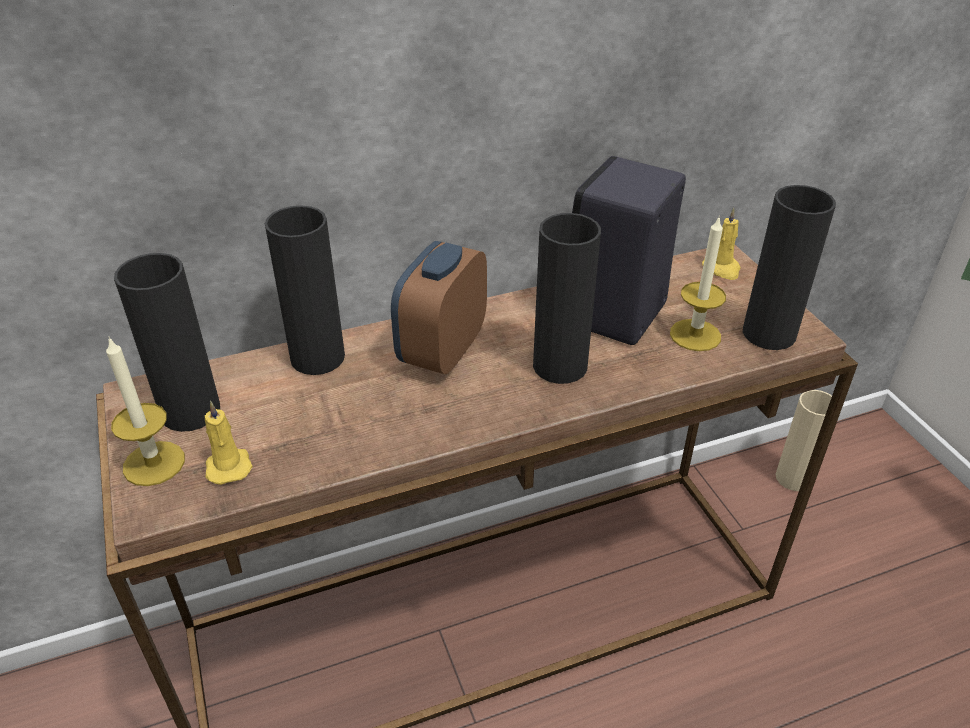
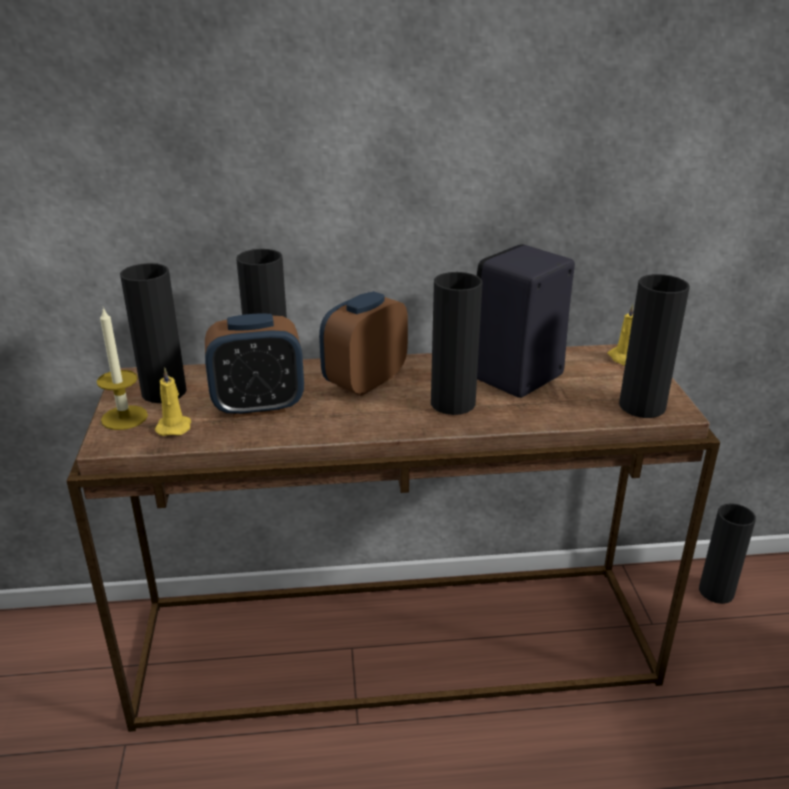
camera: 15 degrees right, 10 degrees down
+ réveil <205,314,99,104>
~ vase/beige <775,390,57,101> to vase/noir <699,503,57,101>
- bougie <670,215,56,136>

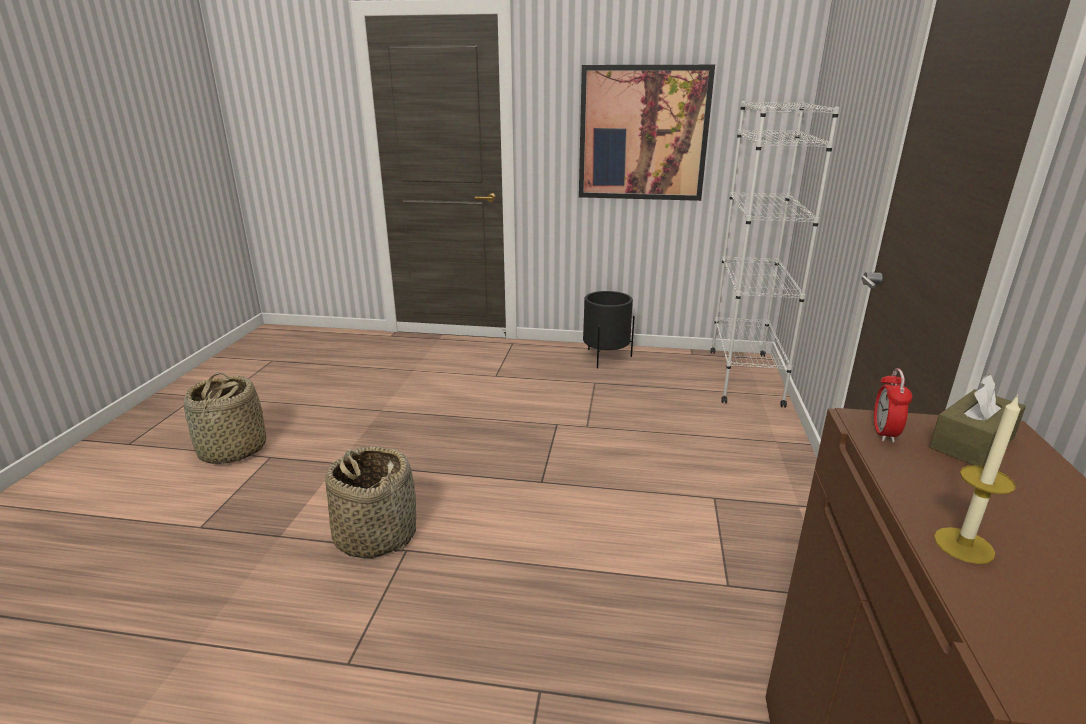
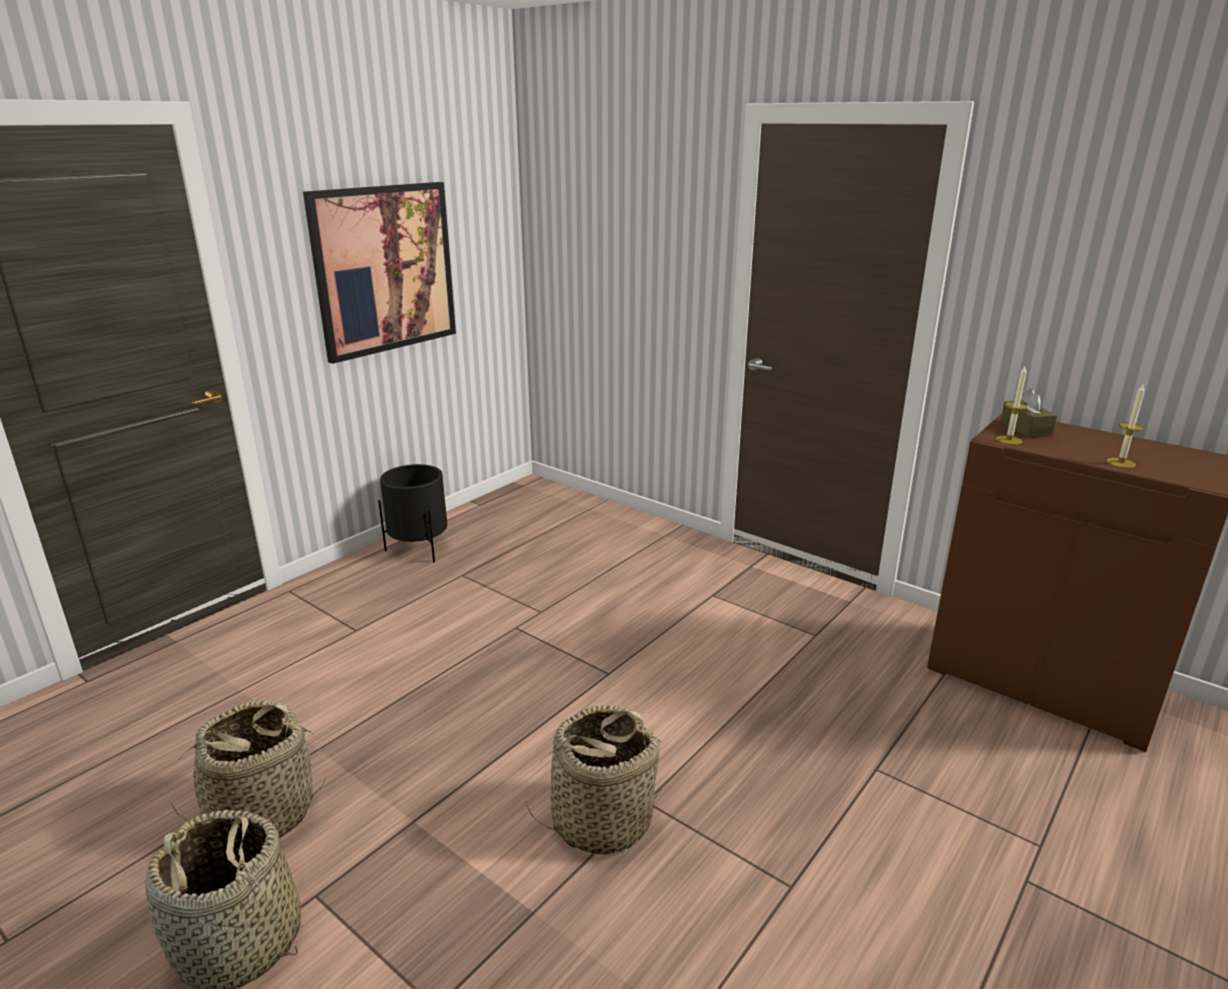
camera: 60 degrees left, 0 degrees up
+ panier <167,701,159,136>
~ réveil <874,368,38,75> to bougie <996,366,32,79>
- bibliothèque/blanc <711,101,129,307>

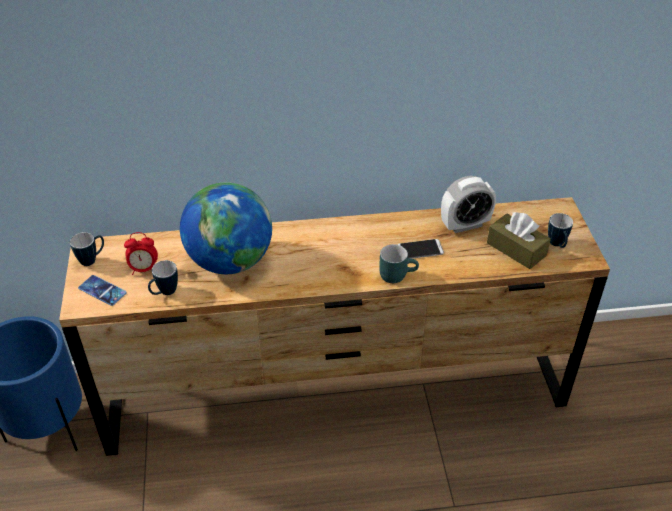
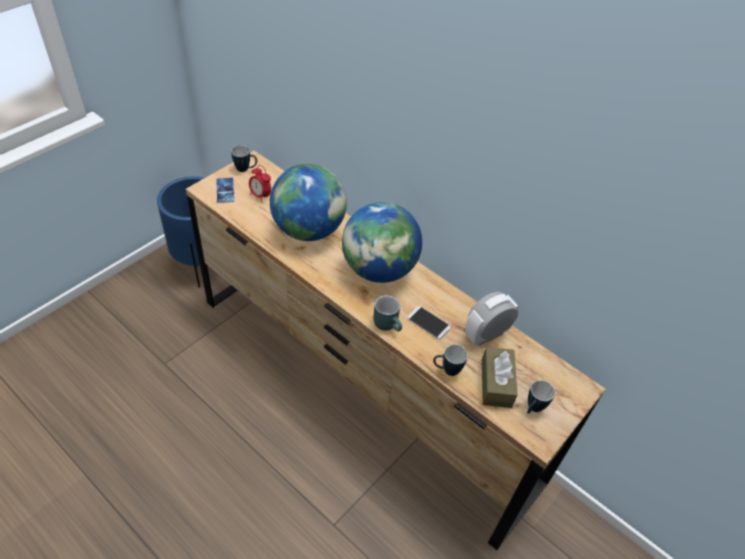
camera: 45 degrees right, 5 degrees up
+ globe <342,202,80,81>
~ mug <148,260,30,35> to <433,345,35,31>
~ réveil <441,176,55,57> = <465,292,54,54> 120 degrees clockwise

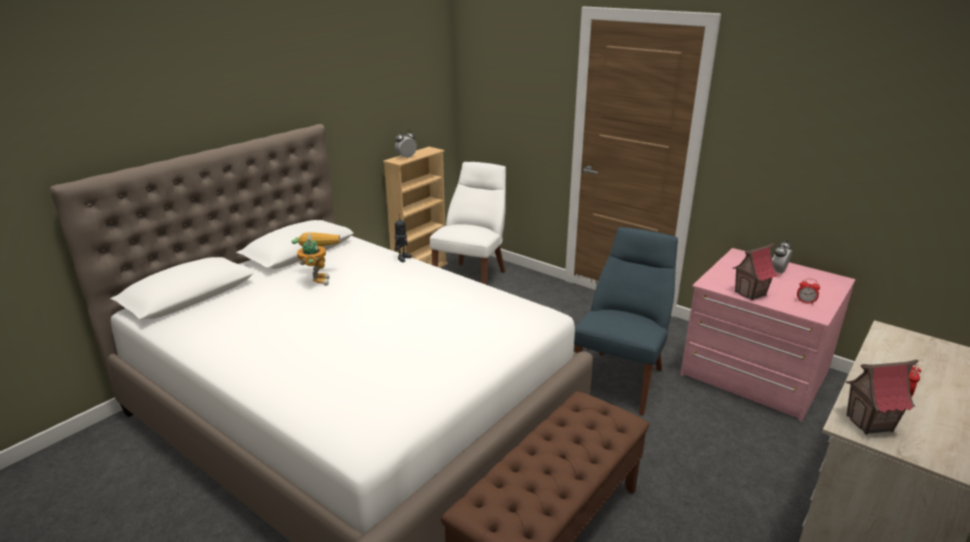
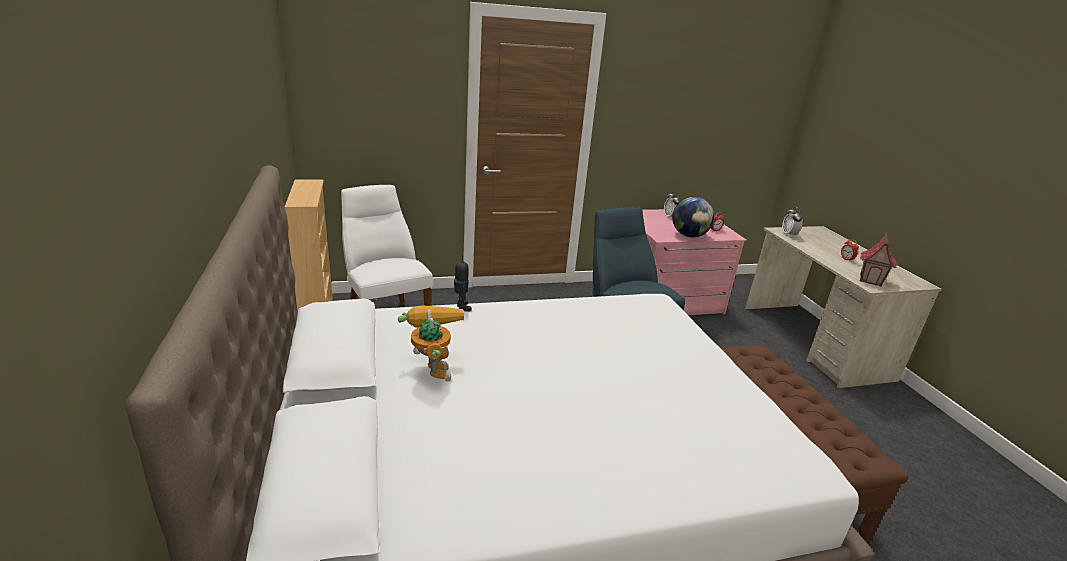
camera: 55 degrees left, 0 degrees up
~ robot jouet <292,232,48,54> = <398,305,66,77> 45 degrees clockwise
~ maison miniature <733,243,45,58> to globe <672,197,42,40>
~ réveil <395,130,22,28> to <782,207,21,30>

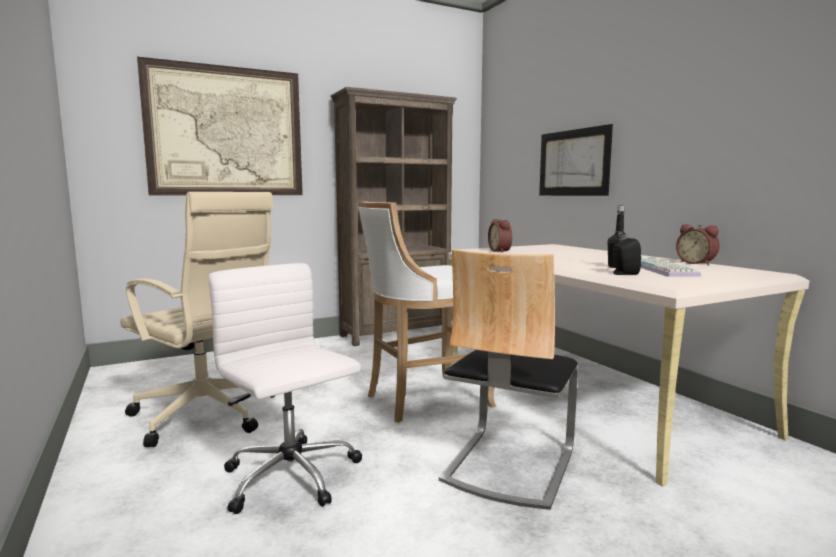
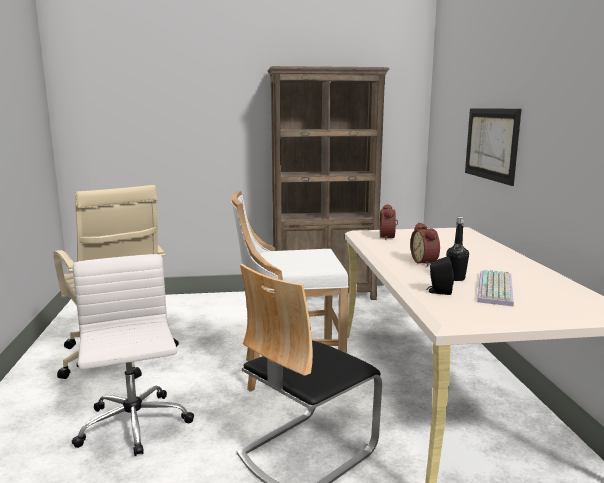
camera: 20 degrees right, 5 degrees up
~ réveil <676,224,44,41> to <410,223,30,44>
- tableau <137,57,166,139>

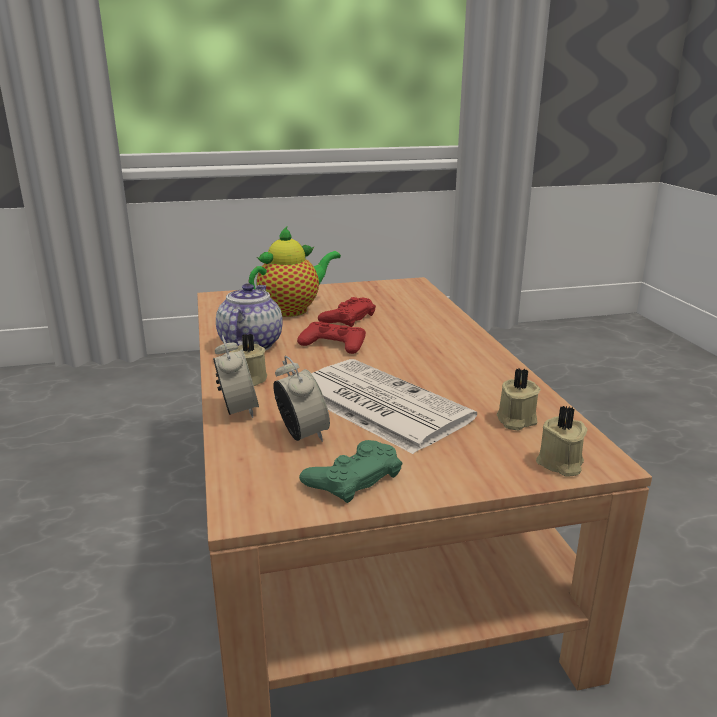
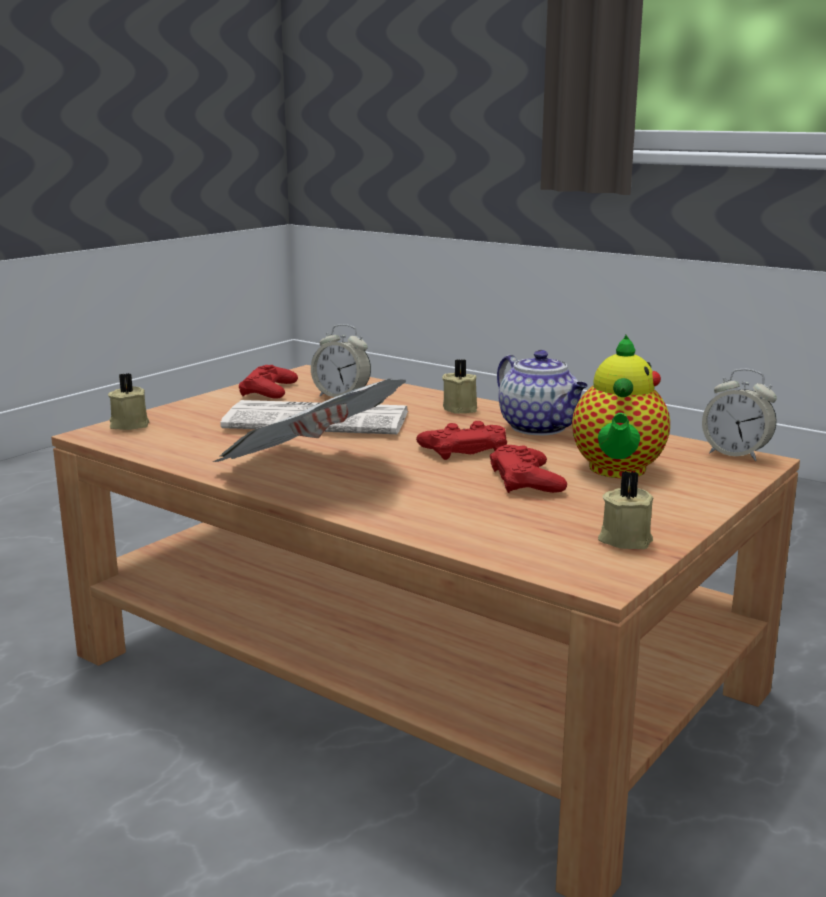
camera: 140 degrees right, 5 degrees down
+ journal <213,378,193,84>
~ manette/vert <299,440,103,63> to manette/rouge <239,365,59,33>
~ bougie/beige <497,369,44,62> to <598,471,55,78>
~ réveil <213,335,46,83> to <702,369,75,92>

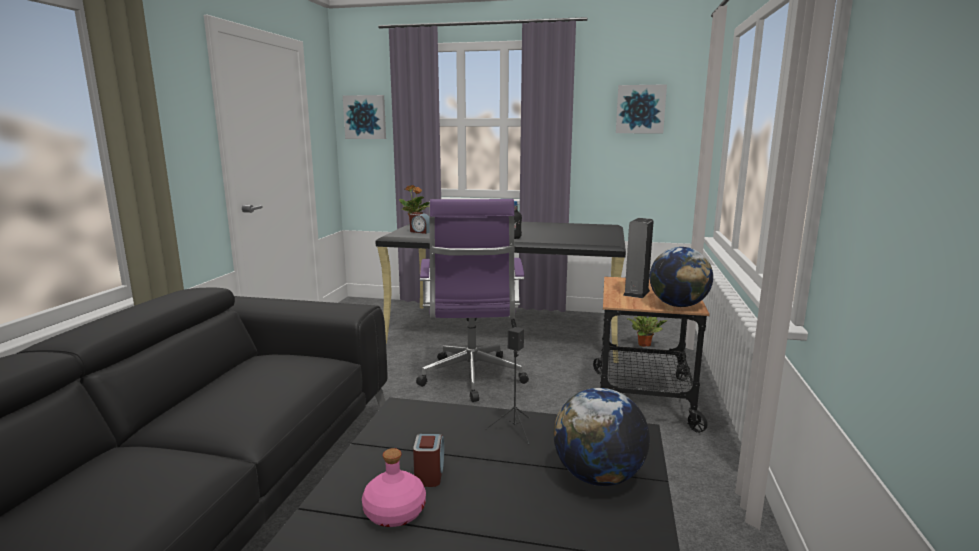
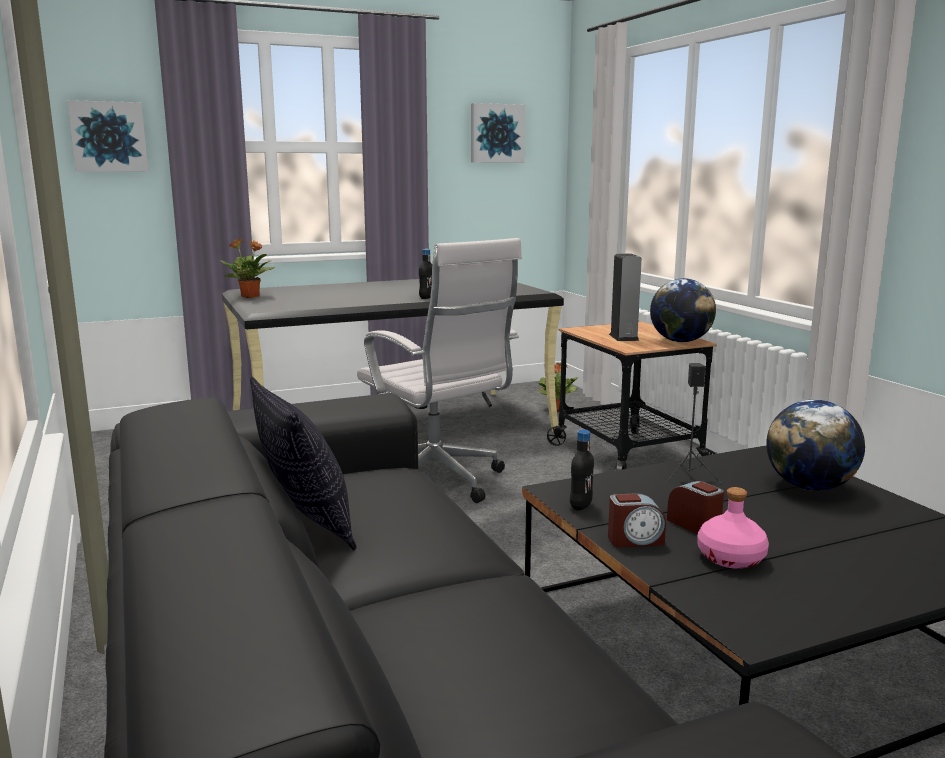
camera: 35 degrees left, 0 degrees up
+ coussin <250,377,107,173>
~ chaise de bureau/violet <416,199,113,203> to chaise de bureau/blanc <357,238,165,265>
+ bouteille/noir <570,430,24,81>
~ réveil <410,212,20,22> to <608,493,58,54>

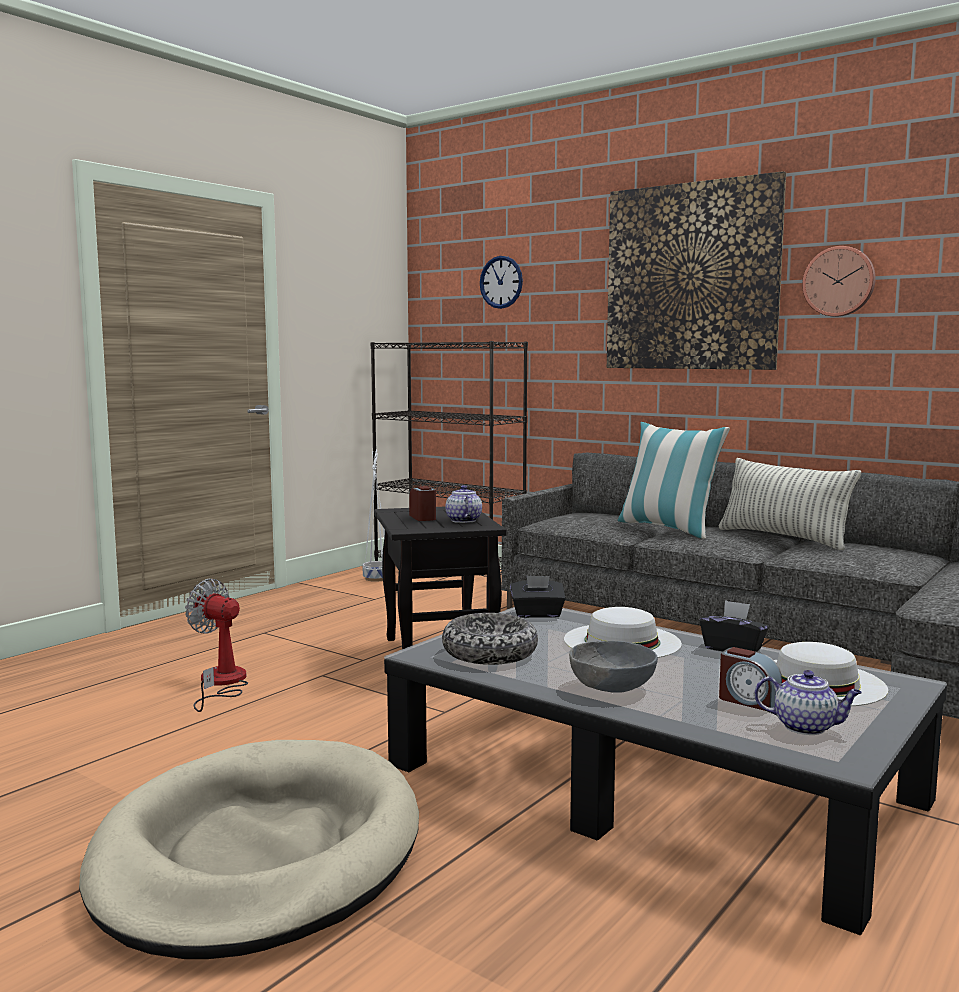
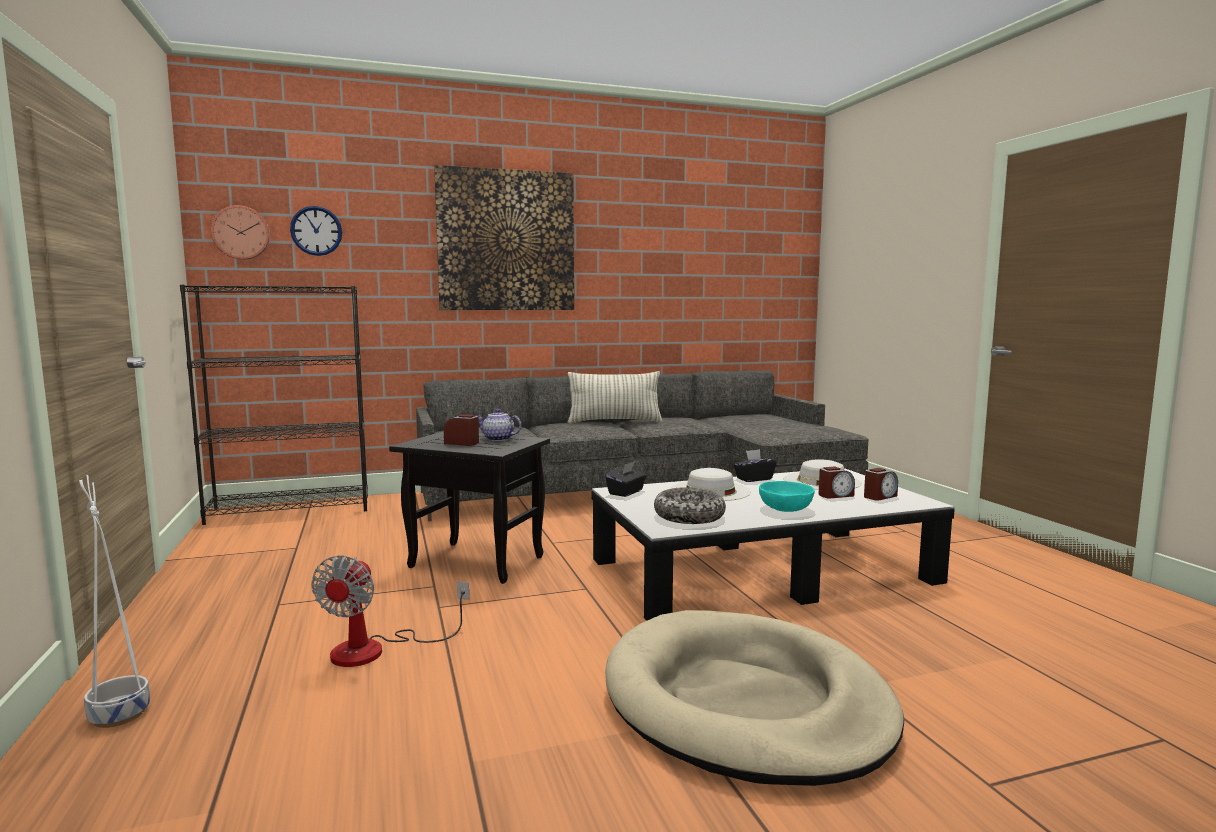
camera: 55 degrees left, 0 degrees up
~ cache-pot/blanc <363,449,22,133> to <79,475,71,253>
~ horloge murale <802,246,74,71> to <211,205,59,55>
~ ventilateur <185,579,63,133> = <311,555,158,112> 60 degrees counterclockwise
~ bol/gris <569,641,89,52> to bol/turquoise <759,481,56,31>
~ théière <754,670,108,65> to réveil <864,468,34,33>
- coussin <618,422,112,117>

